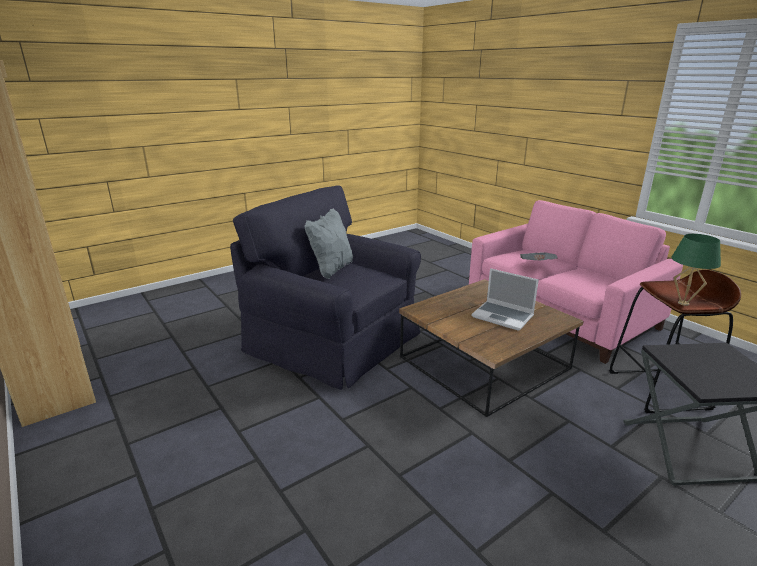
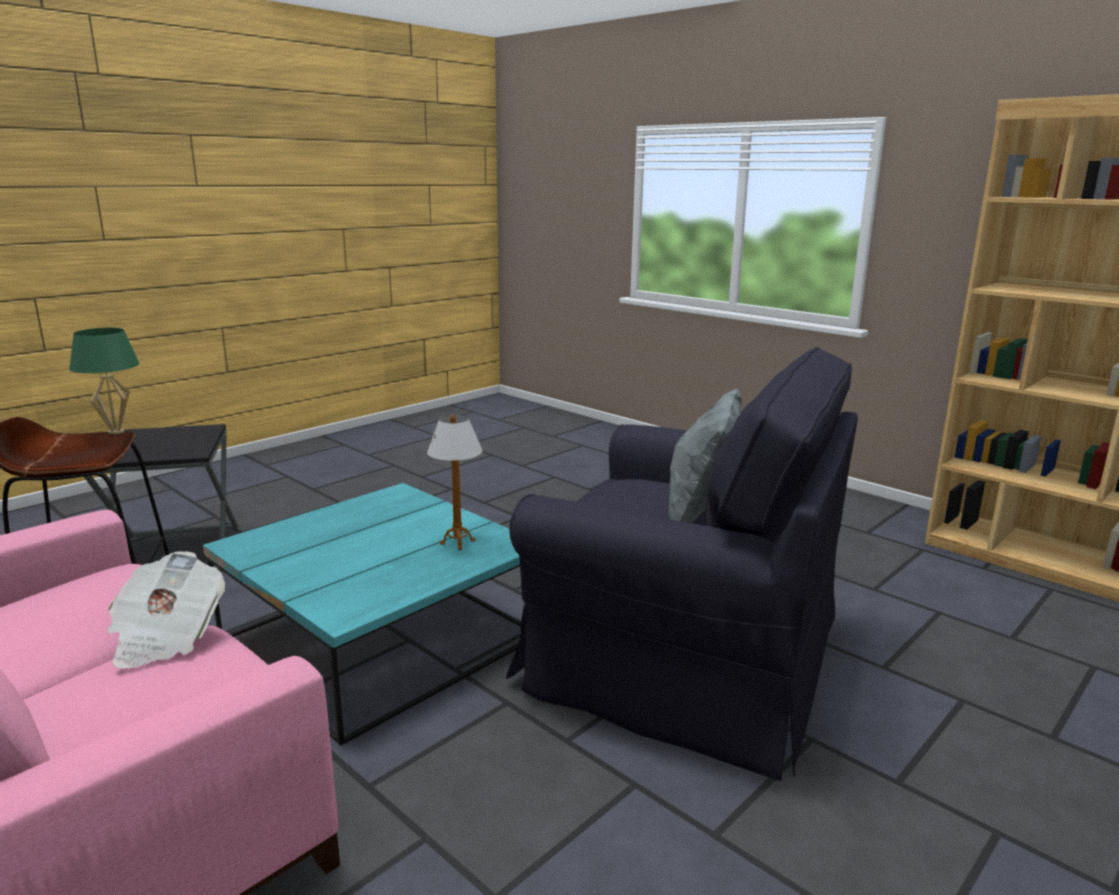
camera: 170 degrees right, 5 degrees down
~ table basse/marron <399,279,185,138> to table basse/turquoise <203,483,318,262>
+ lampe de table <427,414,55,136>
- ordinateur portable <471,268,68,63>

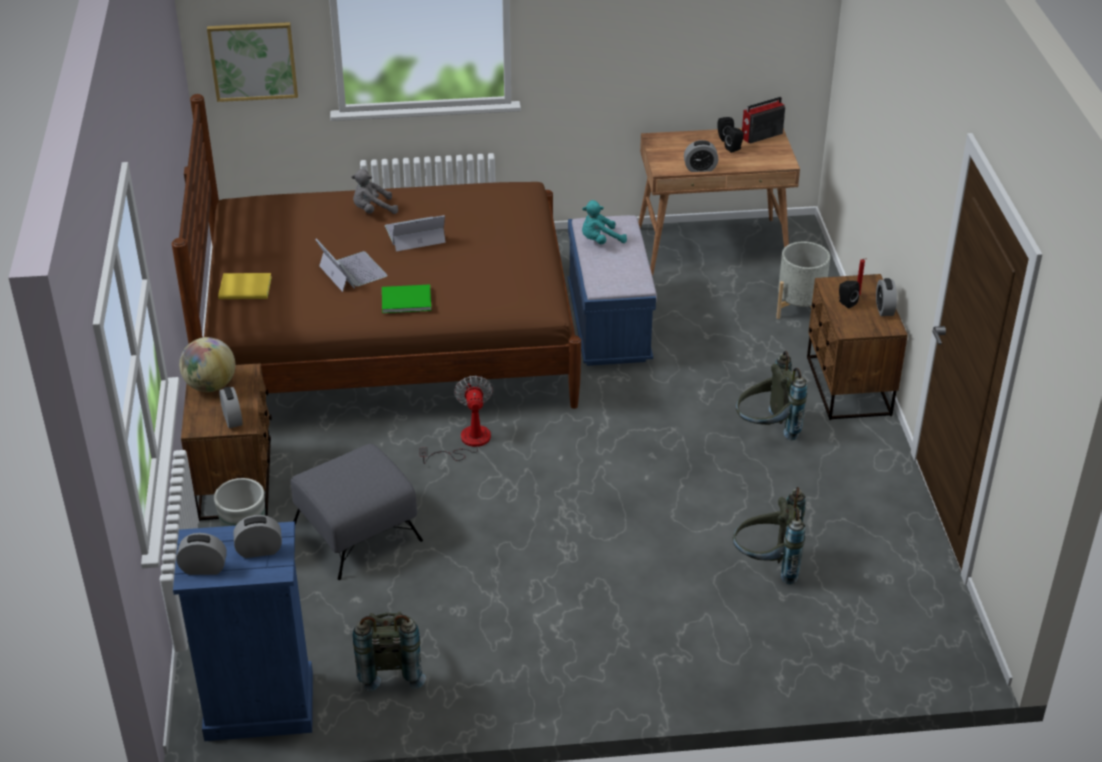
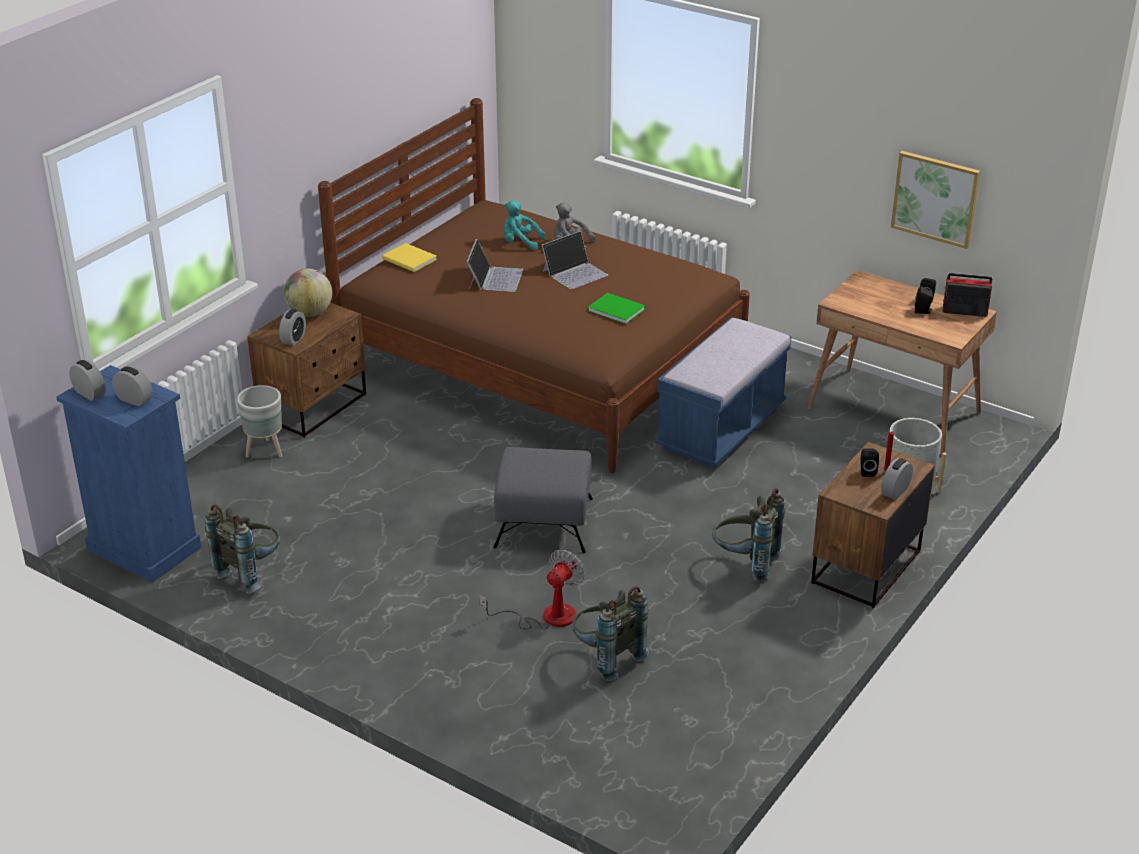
camera: 40 degrees right, 5 degrees down
~ ventilateur <419,375,74,89> to <479,549,106,81>
~ pouf/gris <291,444,132,136> to <493,447,100,106>
~ peluche/turquoise <582,200,45,44> to <504,200,41,50>
~ ordinateur portable <385,215,61,36> = <542,231,66,58> 120 degrees clockwise
~ livre/vert <382,285,49,28> to <588,293,58,31>
~ tableau <207,22,91,80> to <891,151,89,98>
- réveil <684,140,34,32>

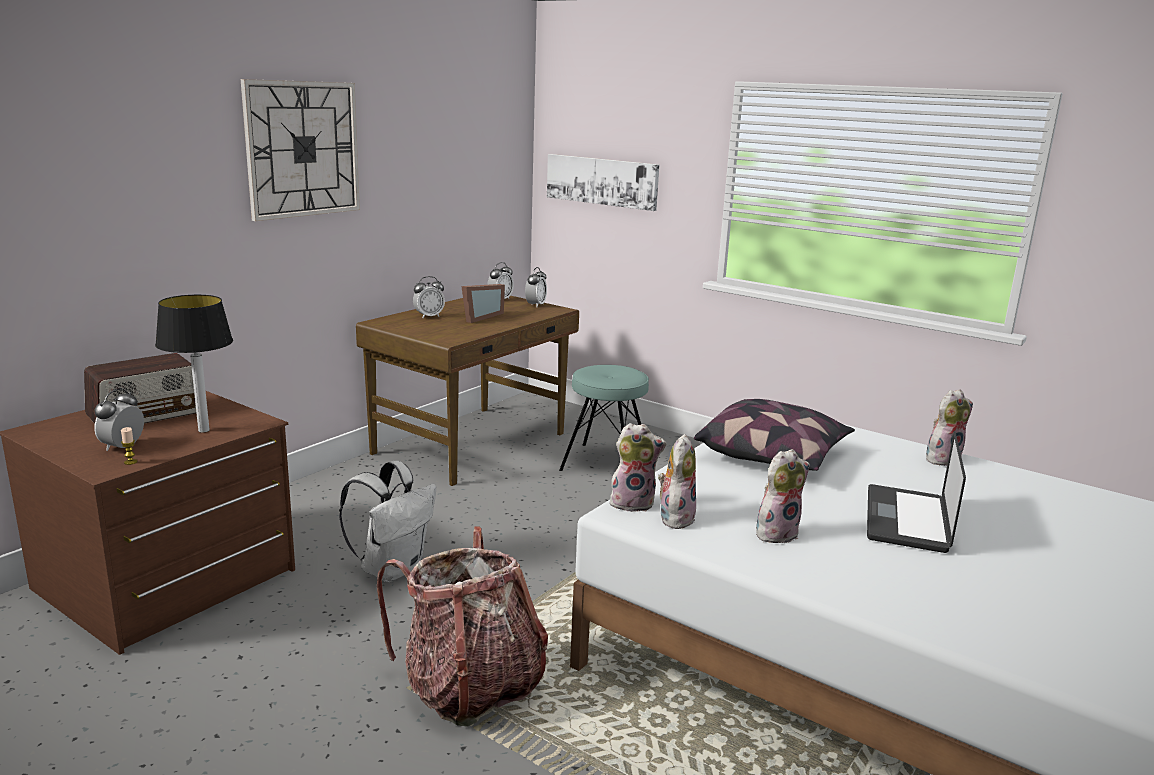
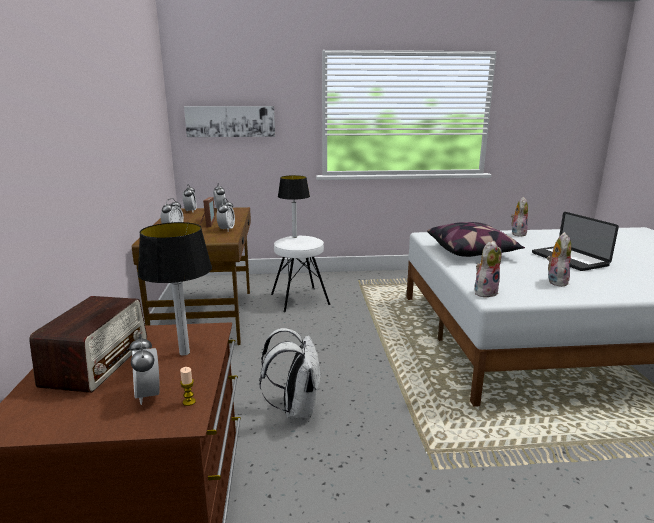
camera: 40 degrees left, 0 degrees up
+ réveil <217,198,18,33>
~ tabouret/turquoise <559,365,90,106> to tabouret/blanc <271,236,60,76>
+ lampe de table <278,175,32,63>
- horloge murale <241,79,119,142>
- sac à dos <377,526,171,201>
- peluche <658,434,38,95>

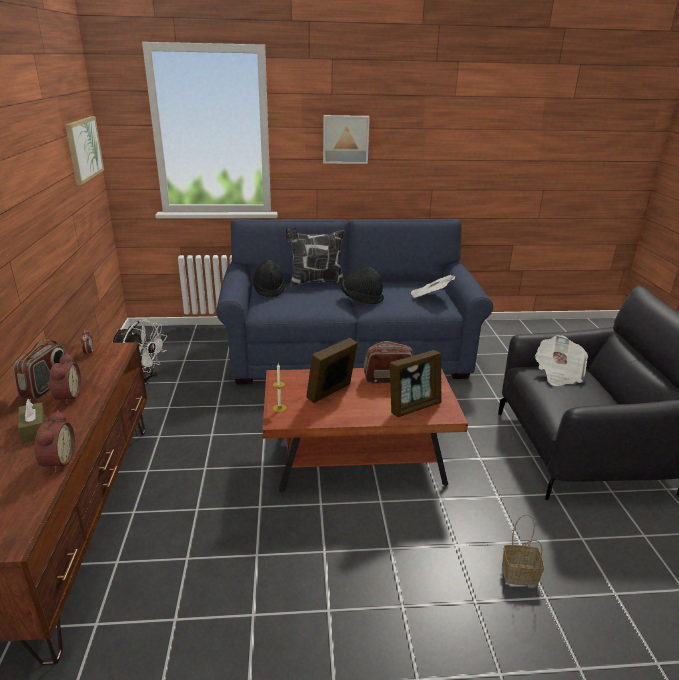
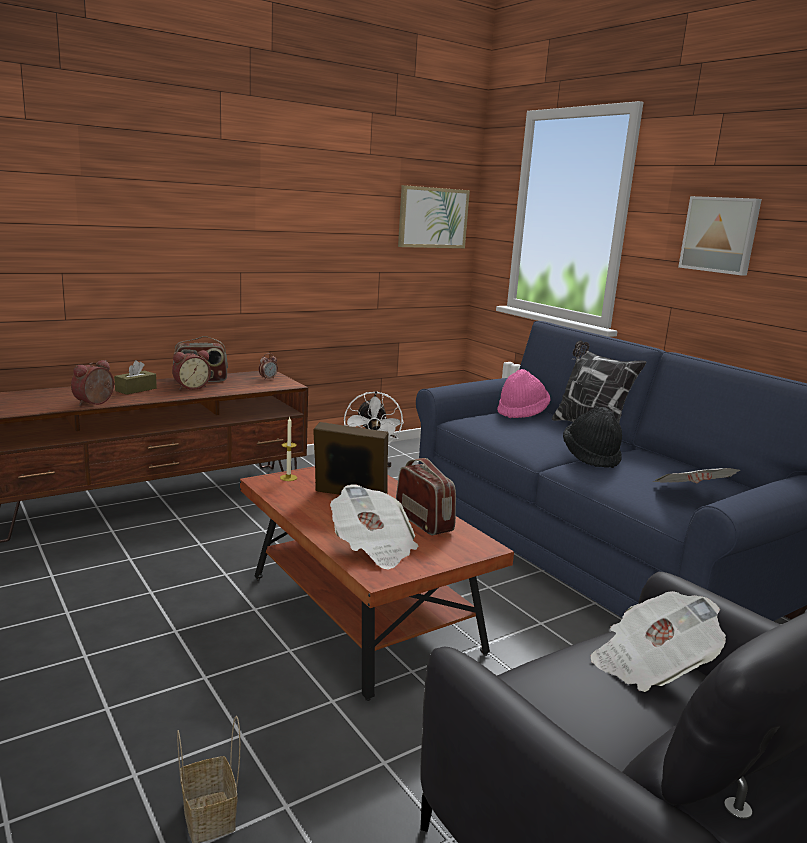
camera: 60 degrees right, 10 degrees down
~ réveil <34,410,41,63> = <71,360,43,46> 150 degrees clockwise
~ cadre photo <390,350,52,67> to journal <330,484,89,86>
~ chapeau/noir <252,260,34,37> to chapeau/rose <497,369,54,49>

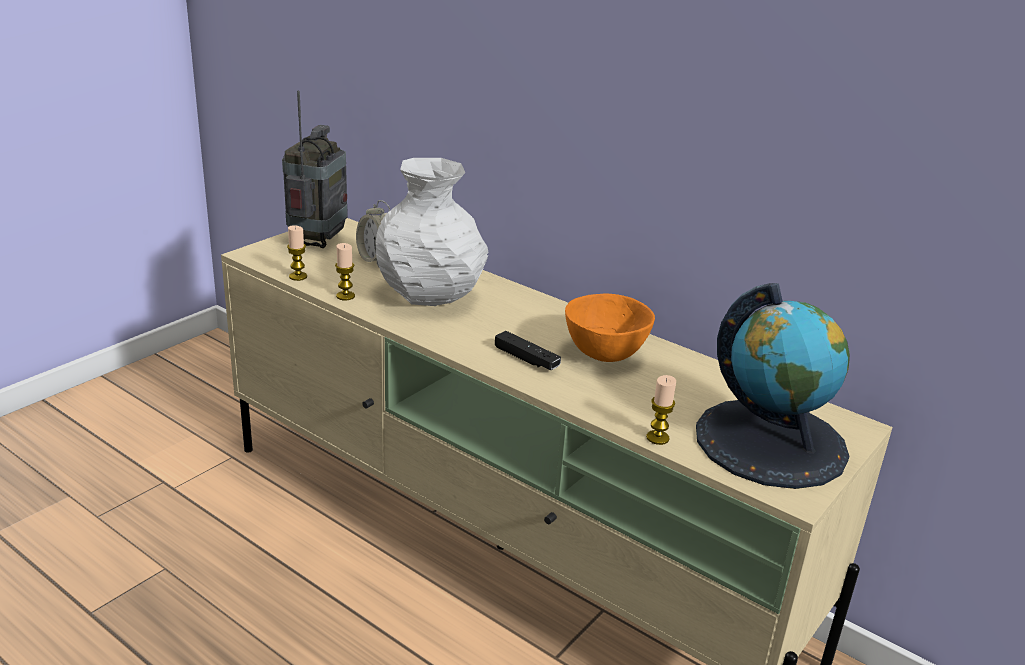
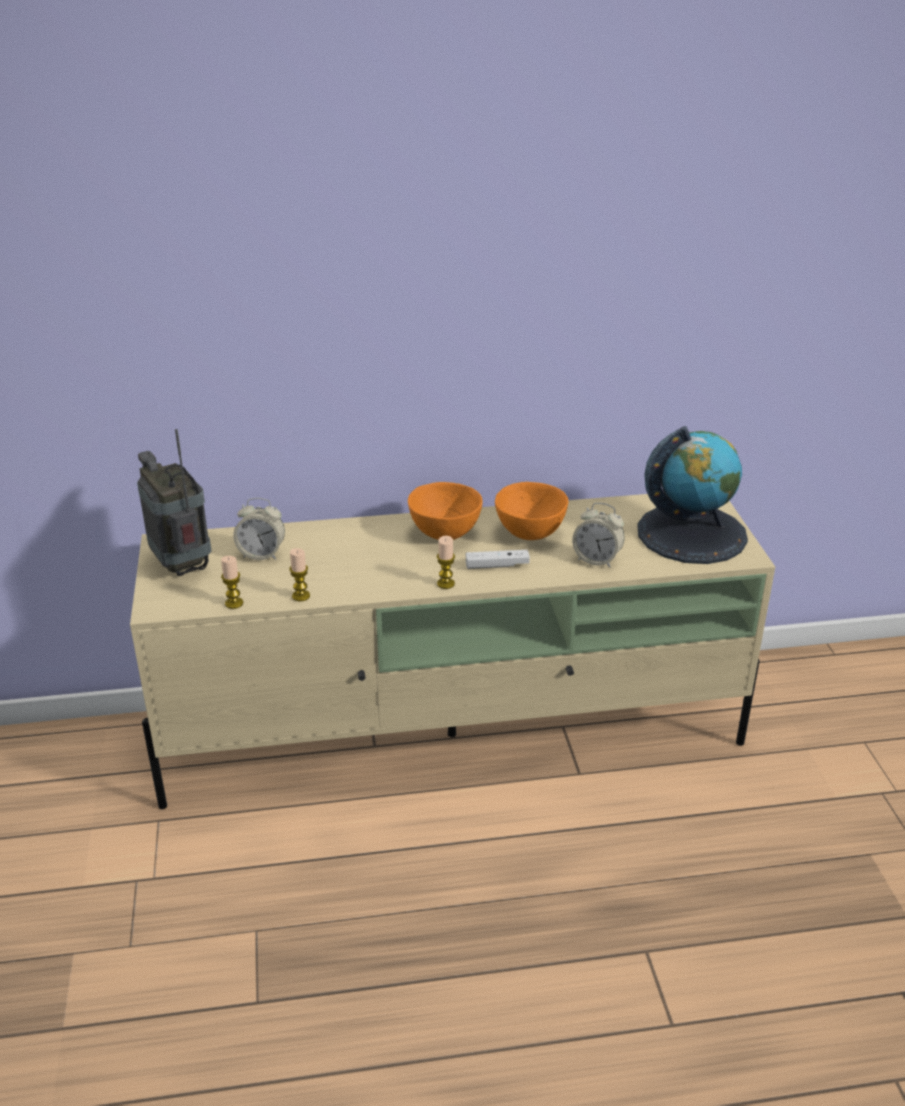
camera: 45 degrees left, 5 degrees up
+ bol/orange <408,482,75,58>
~ bougie <646,375,30,70> to <437,536,18,53>
~ manette/noir <495,331,66,39> to manette/blanc <466,550,64,19>
+ réveil <572,503,53,65>
- vase/blanc <376,158,112,148>

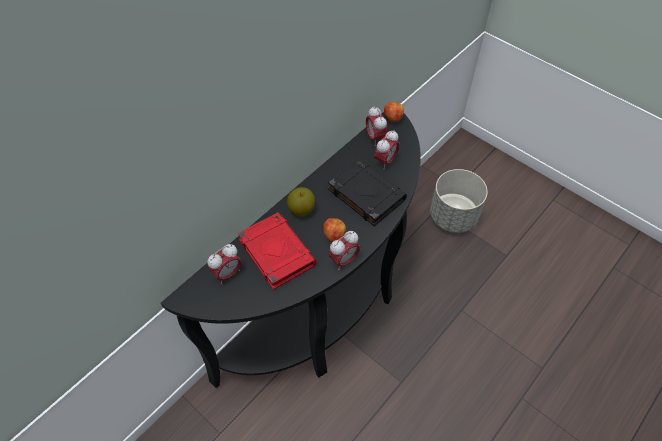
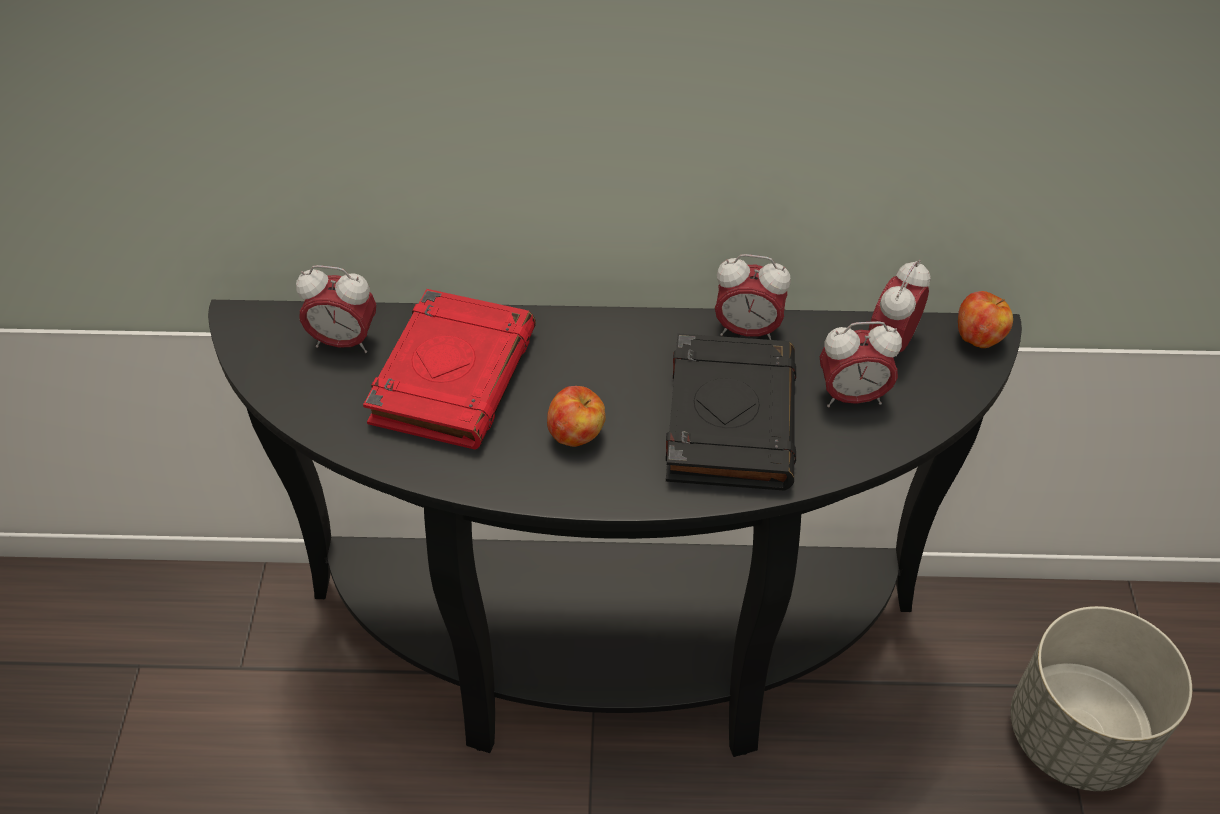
camera: 50 degrees right, 5 degrees down
~ réveil <328,231,32,39> to <715,254,76,86>
- pomme <287,187,28,30>

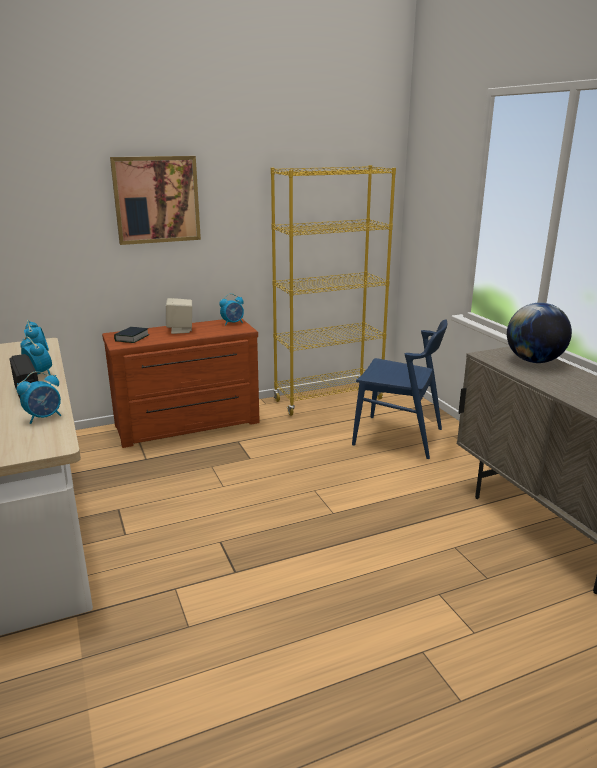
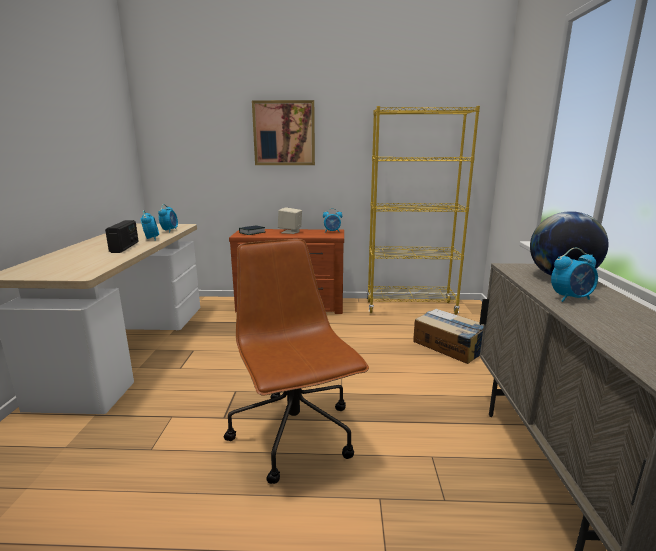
camera: 25 degrees right, 5 degrees down
+ chaise de bureau/marron <224,239,145,245>
~ chaise/bleu <352,319,95,140> to carton <413,309,71,55>
~ réveil <17,371,44,53> to <551,248,47,54>

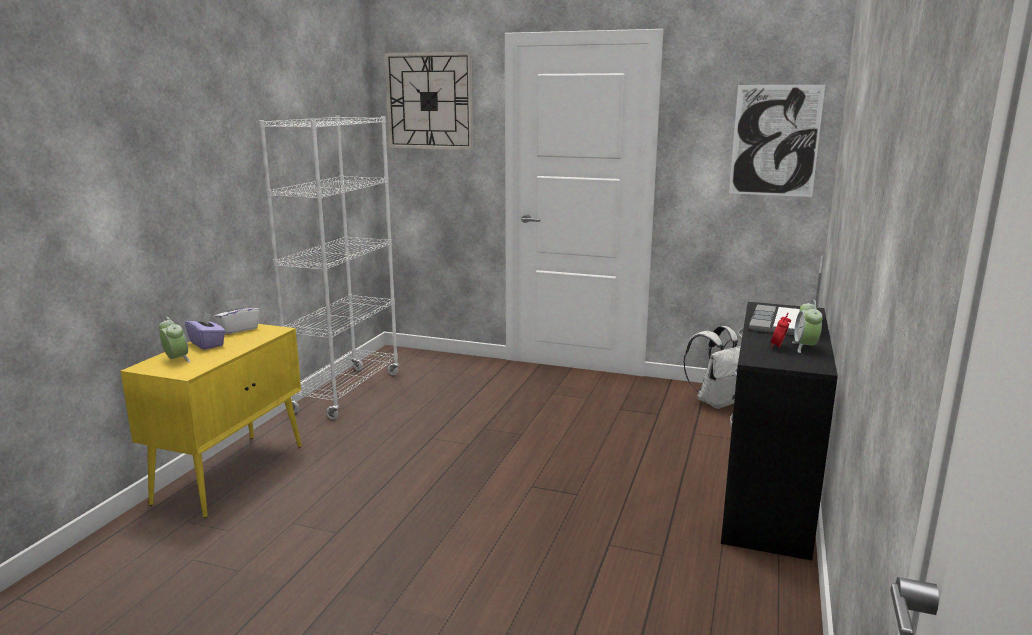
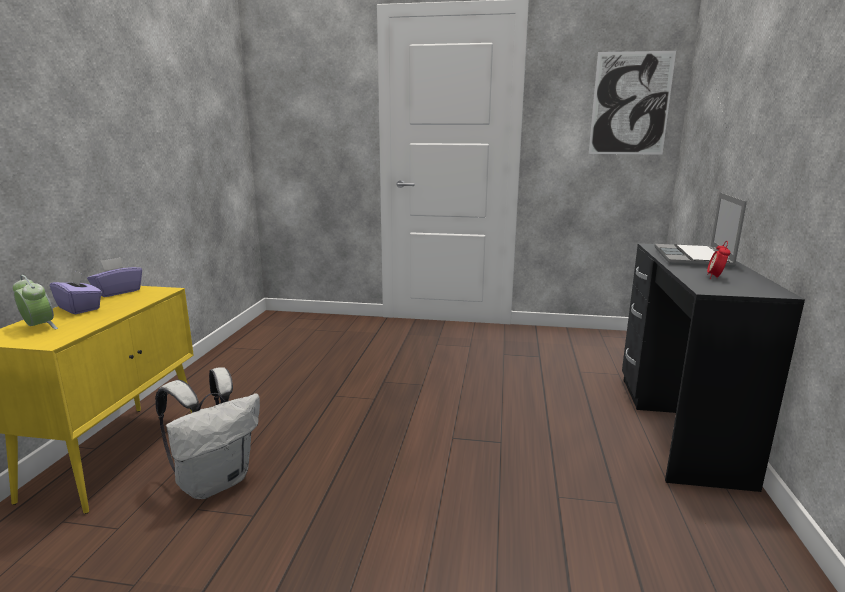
camera: 10 degrees left, 0 degrees up
~ boîte à mouchoirs/blanc <214,298,46,36> to boîte à mouchoirs/violet <87,257,55,40>
~ sac à dos/blanc <683,326,58,83> to <155,367,105,132>
- bibliothèque/blanc <259,116,140,304>
- horloge murale <384,51,89,99>
- réveil <792,300,31,53>

